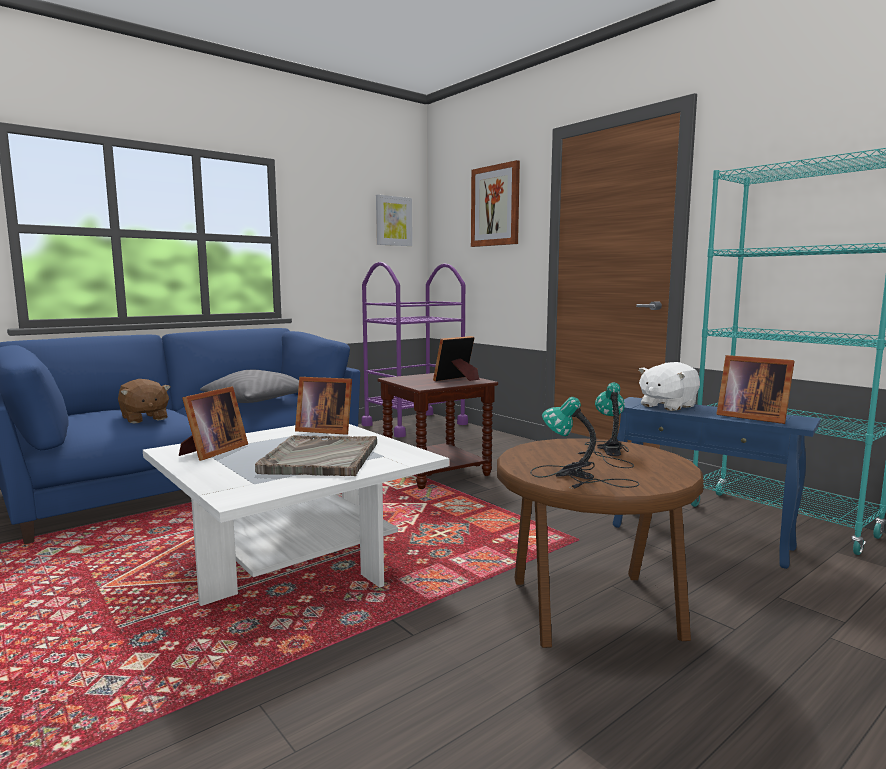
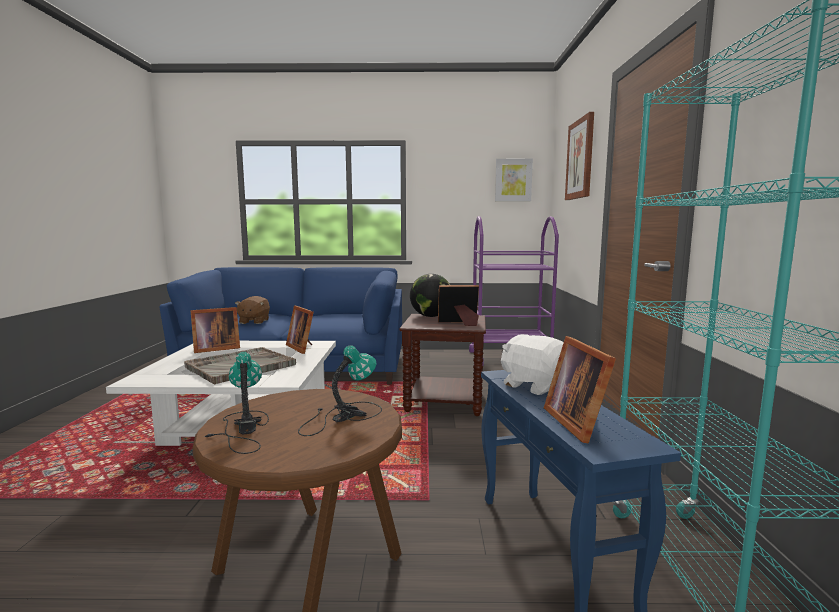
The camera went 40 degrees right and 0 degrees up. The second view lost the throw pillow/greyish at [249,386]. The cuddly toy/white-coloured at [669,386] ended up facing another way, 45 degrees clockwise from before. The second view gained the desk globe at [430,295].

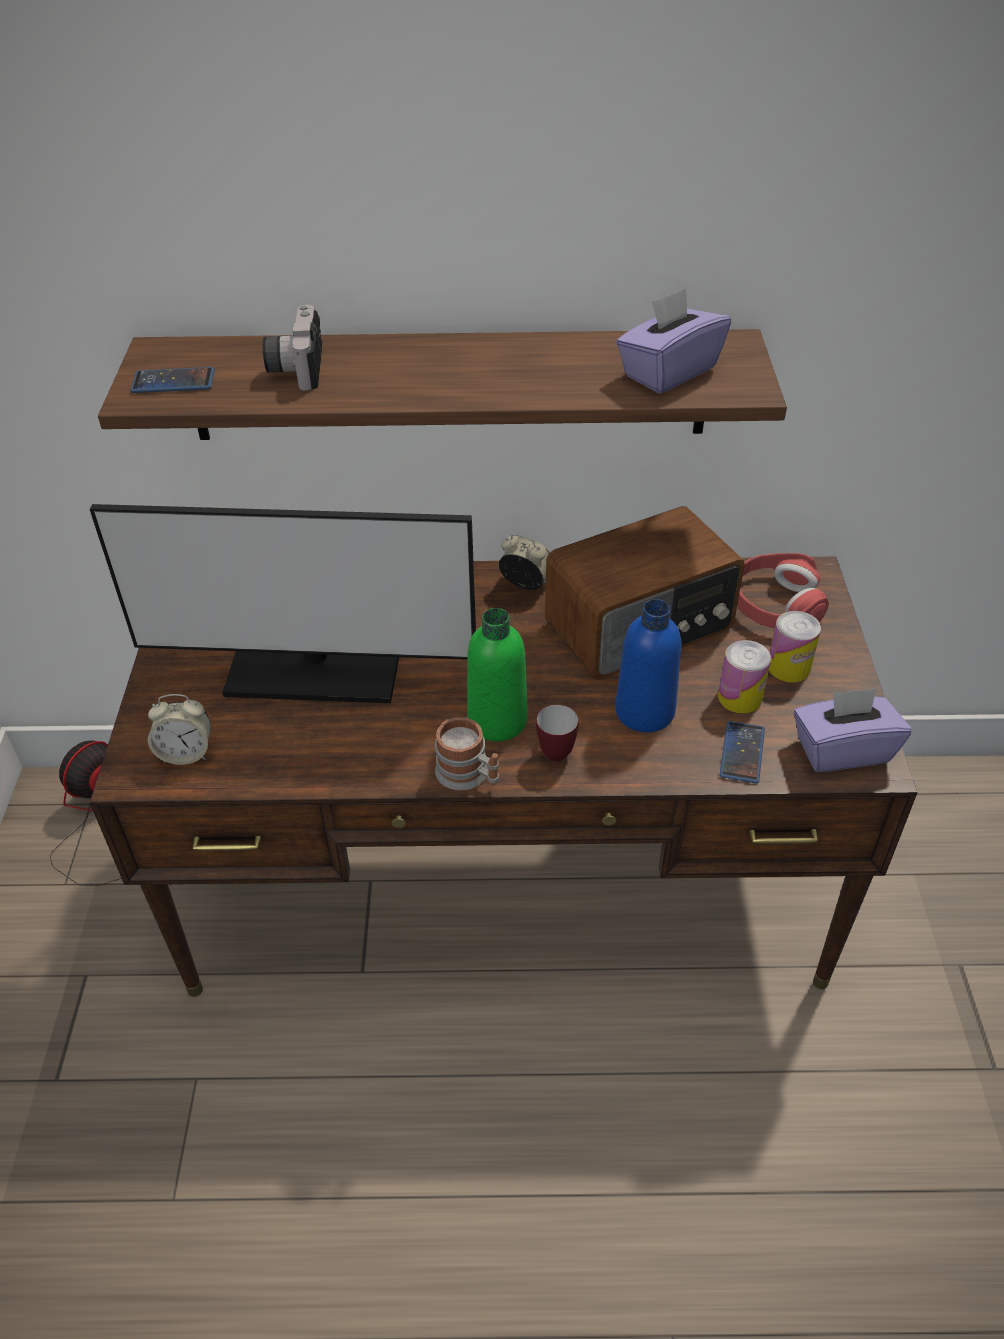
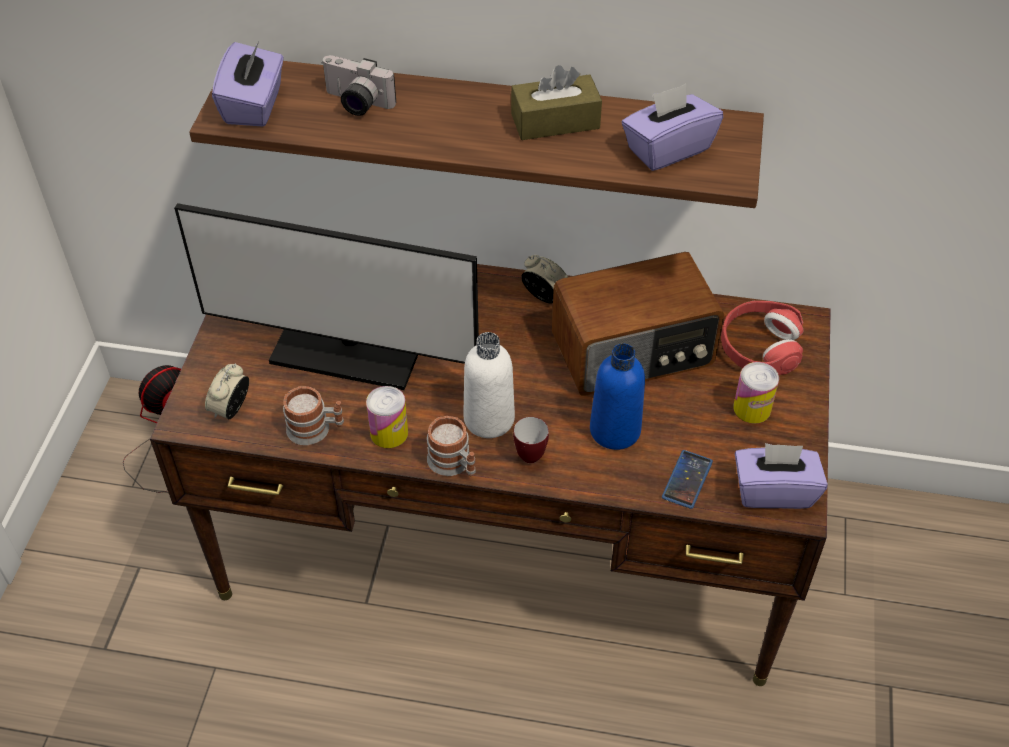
The camera went 10 degrees right and 5 degrees up. Where the telephone stood at [172,380], the tissue holder/purple came to stand at [248,84]. The table clock at [179,729] ended up facing another way, 105 degrees clockwise from before. The still camera at [292,348] ended up facing another way, 75 degrees counterclockwise from before. What was the beverage bottle/green-coloured at [497,674] turned into the beverage bottle/white-coloured at [489,385]. The can ended up elsewhere, having gone from [744,677] to [387,417]. The second view gained the coffee mug at [313,415]. The second view gained the tissue holder/brownish at [556,102].

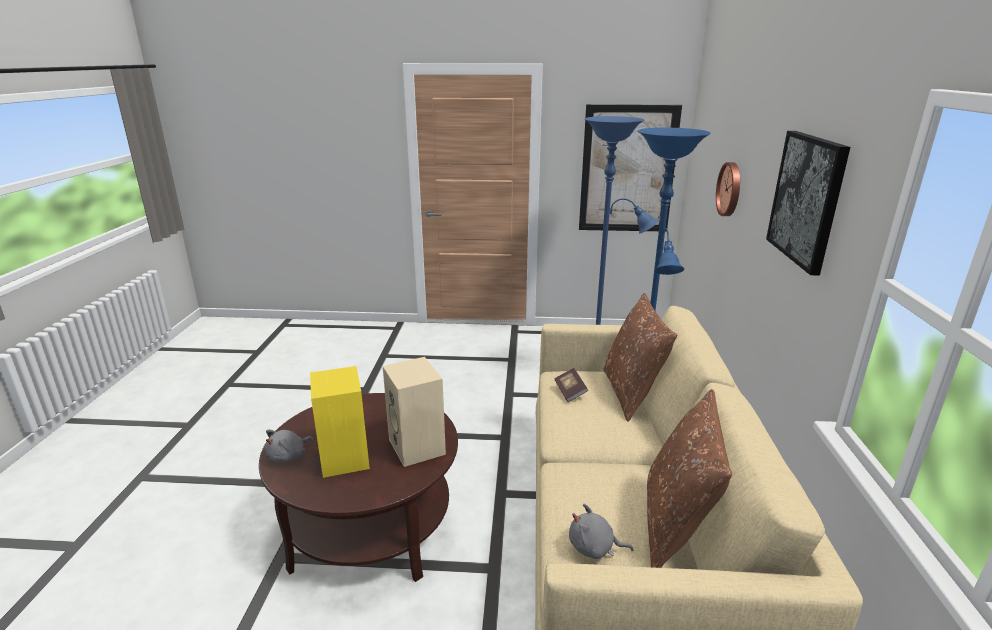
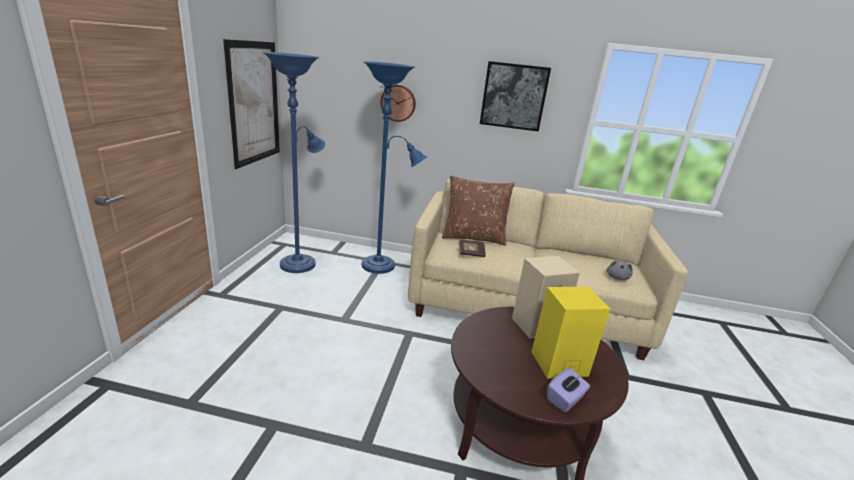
The camera went 85 degrees left and 0 degrees up. Where the cuddly toy/greyish stood at [289,446], the tissue holder/purple came to stand at [568,390]. The second view lost the throw pillow/brownish at [689,478].

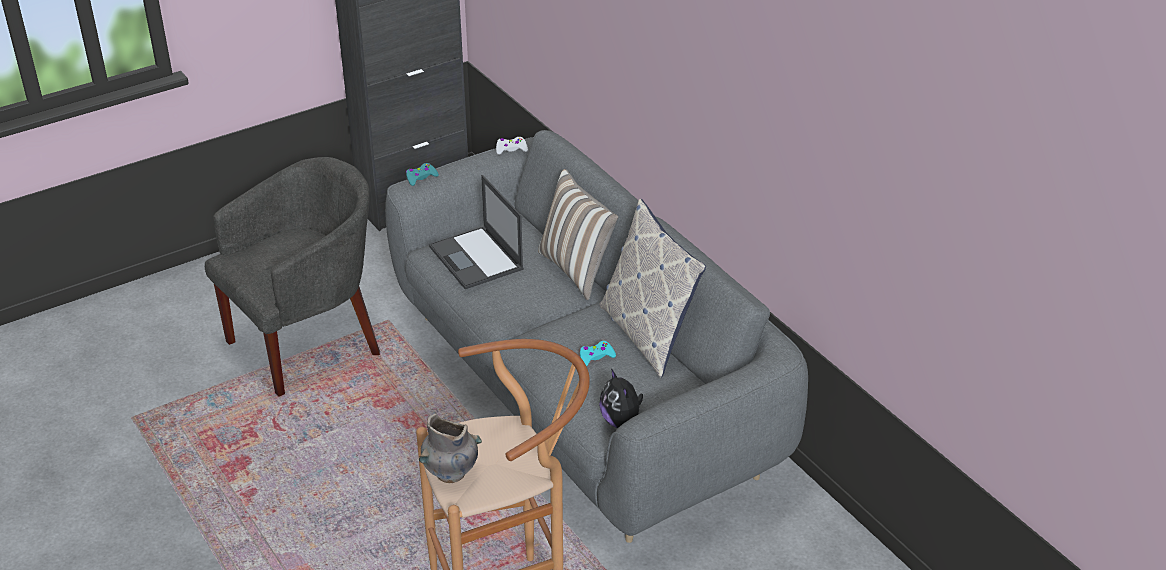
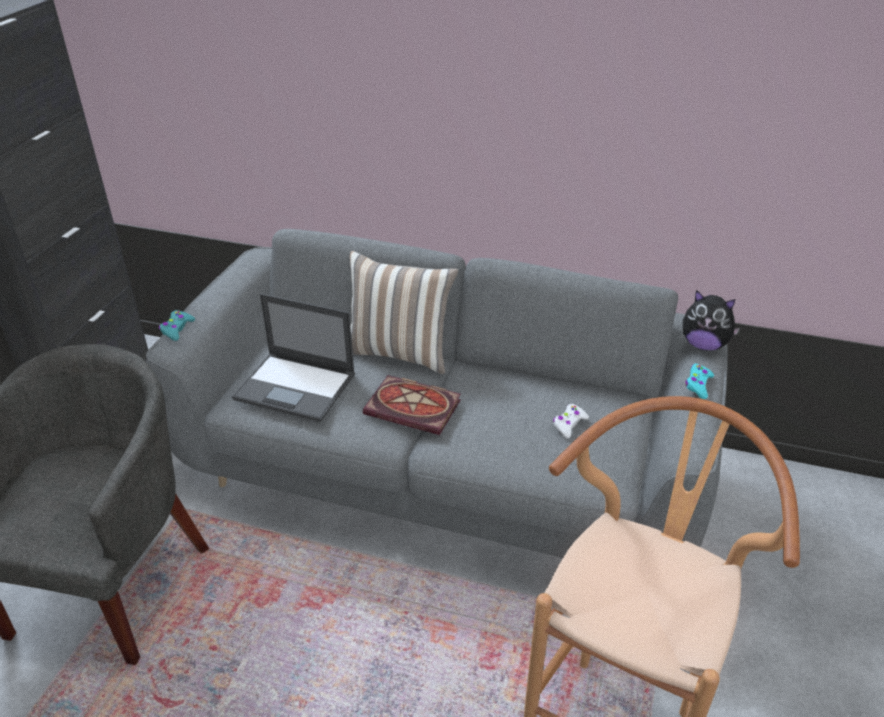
The camera went 40 degrees left and 0 degrees up. The second view lost the vase/greyish at [450,448]. The joypad/white-coloured ended up elsewhere, having gone from [512,146] to [571,421]. The joypad/turquoise-coloured ended up elsewhere, having gone from [598,353] to [699,381]. The second view lost the throw pillow at [652,288]. The cuddly toy ended up elsewhere, having gone from [621,398] to [711,320]. The second view gained the volume at [412,405].

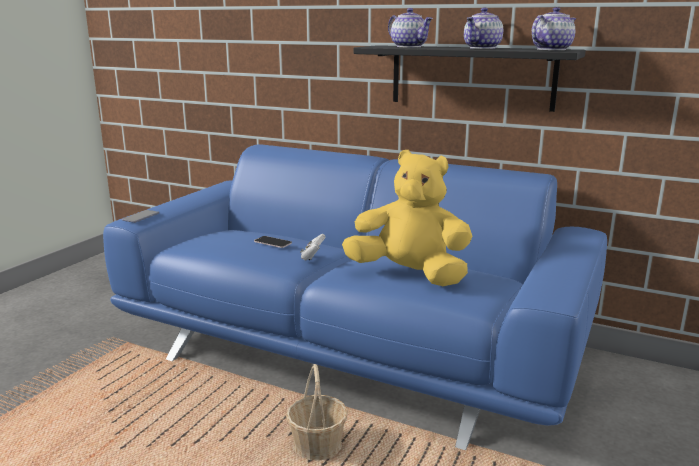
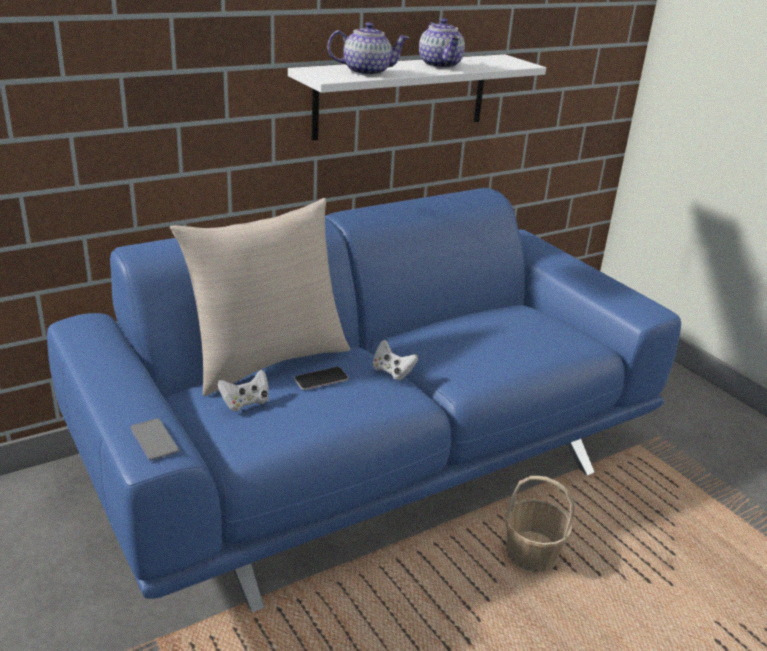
The camera went 60 degrees left and 10 degrees up. The second view lost the cuddly toy/yellowish at [407,218]. What was the shelf/black at [470,78] turned into the shelf/white-coloured at [417,97]. The second view lost the pot for tea at [554,28]. The second view gained the throw pillow/beige at [260,297]. The second view gained the joypad/white-coloured at [243,390].

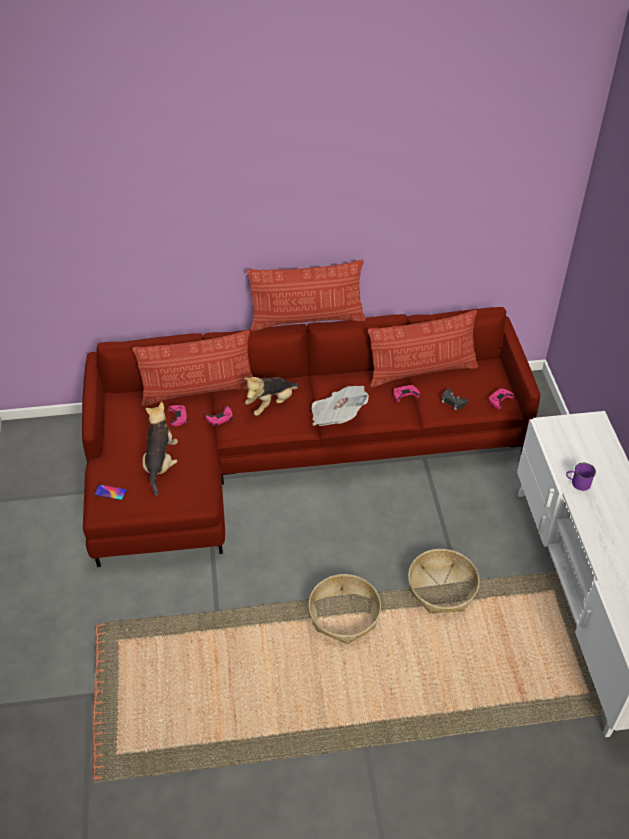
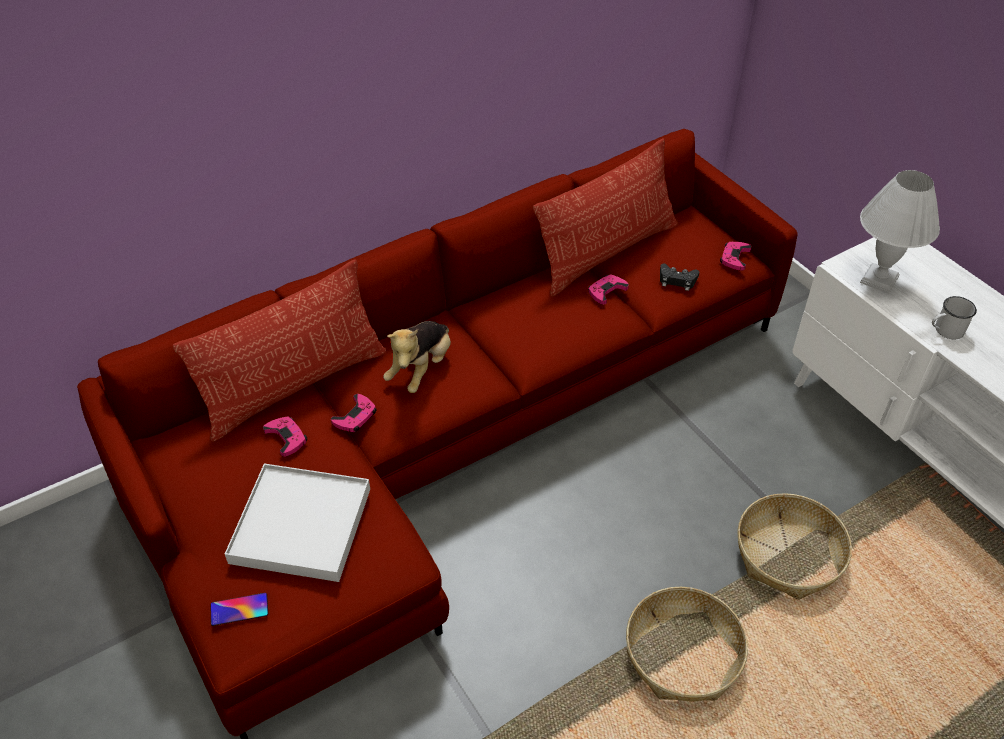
The camera went 25 degrees left and 0 degrees up. Where the cuddly toy stood at [160,449], the carrying tray/white-coloured came to stand at [297,523]. The second view lost the throw pillow at [306,295]. The second view lost the printed paper at [340,406]. What was the coffee mug/purple at [581,477] turned into the coffee mug/white-coloured at [954,317]. The second view gained the table lamp/white-coloured at [900,232].

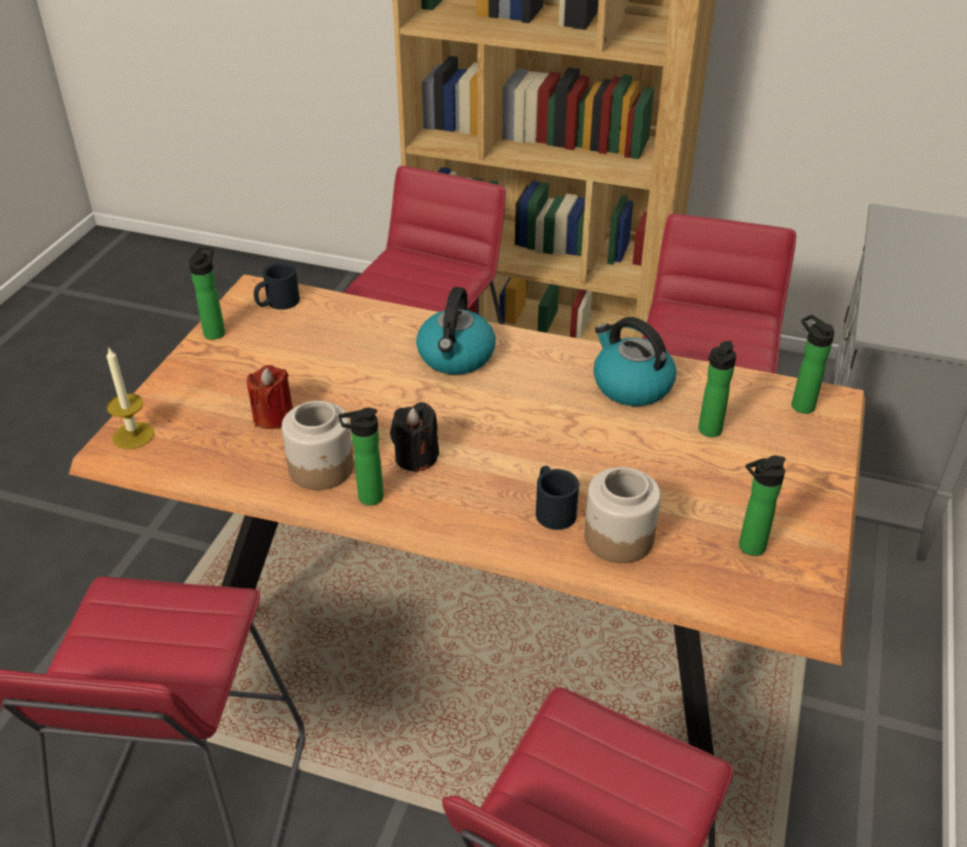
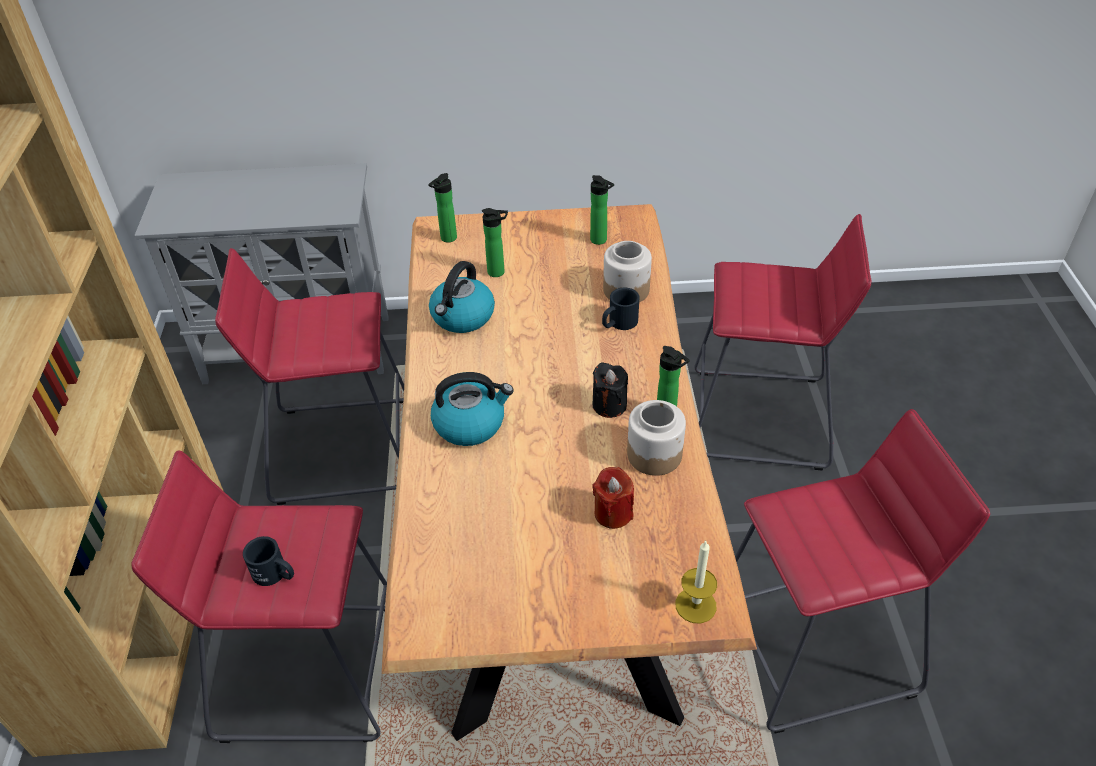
The camera went 110 degrees left and 5 degrees up. The second view lost the beverage bottle at [207,293]. The coffee mug/black ended up elsewhere, having gone from [277,286] to [268,561].

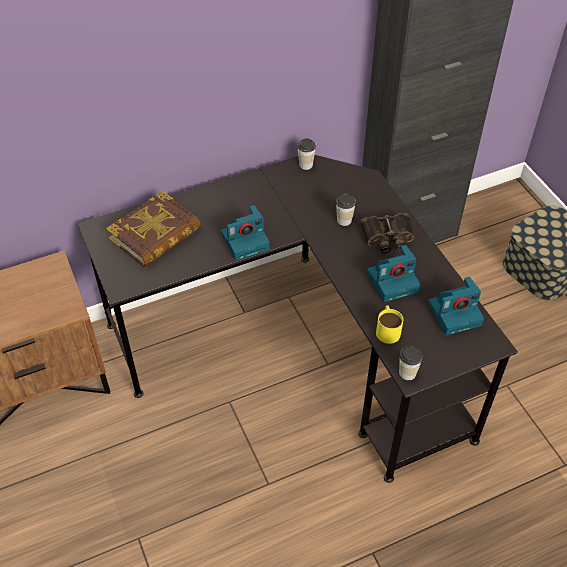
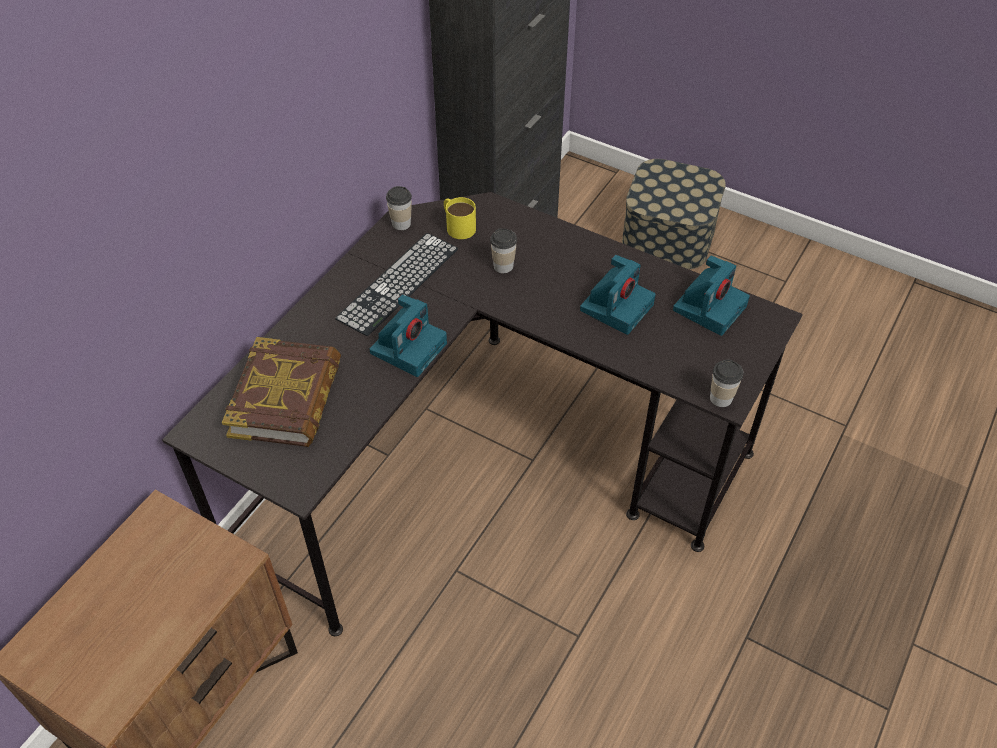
The camera went 35 degrees left and 0 degrees up. The second view lost the pair of binoculars at [387,233]. The coffee mug/yellowish ended up elsewhere, having gone from [389,324] to [460,218]. The second view gained the PC keyboard at [396,284].

